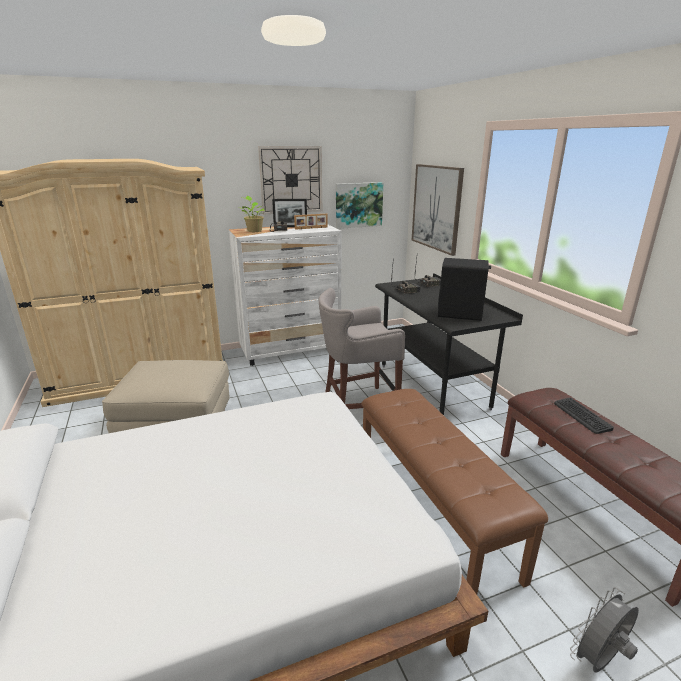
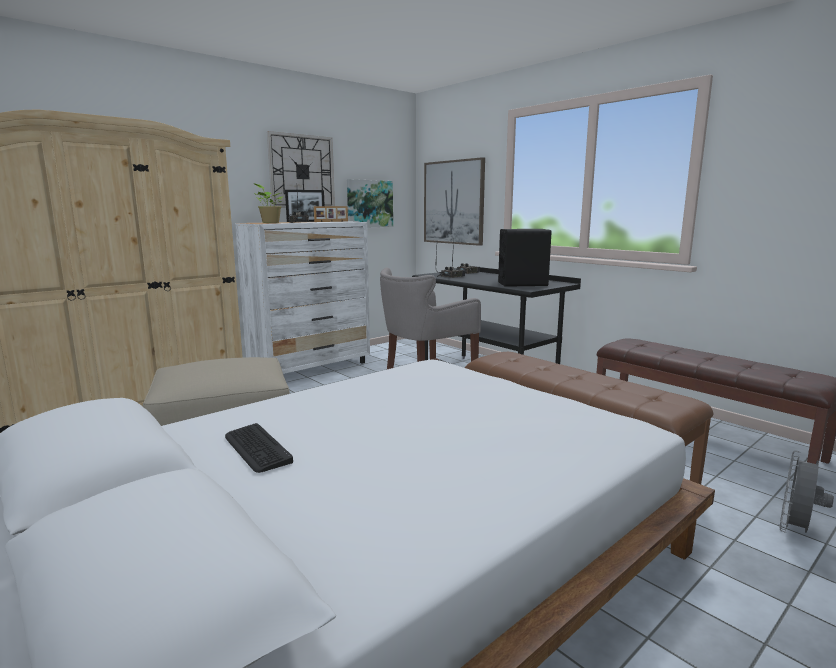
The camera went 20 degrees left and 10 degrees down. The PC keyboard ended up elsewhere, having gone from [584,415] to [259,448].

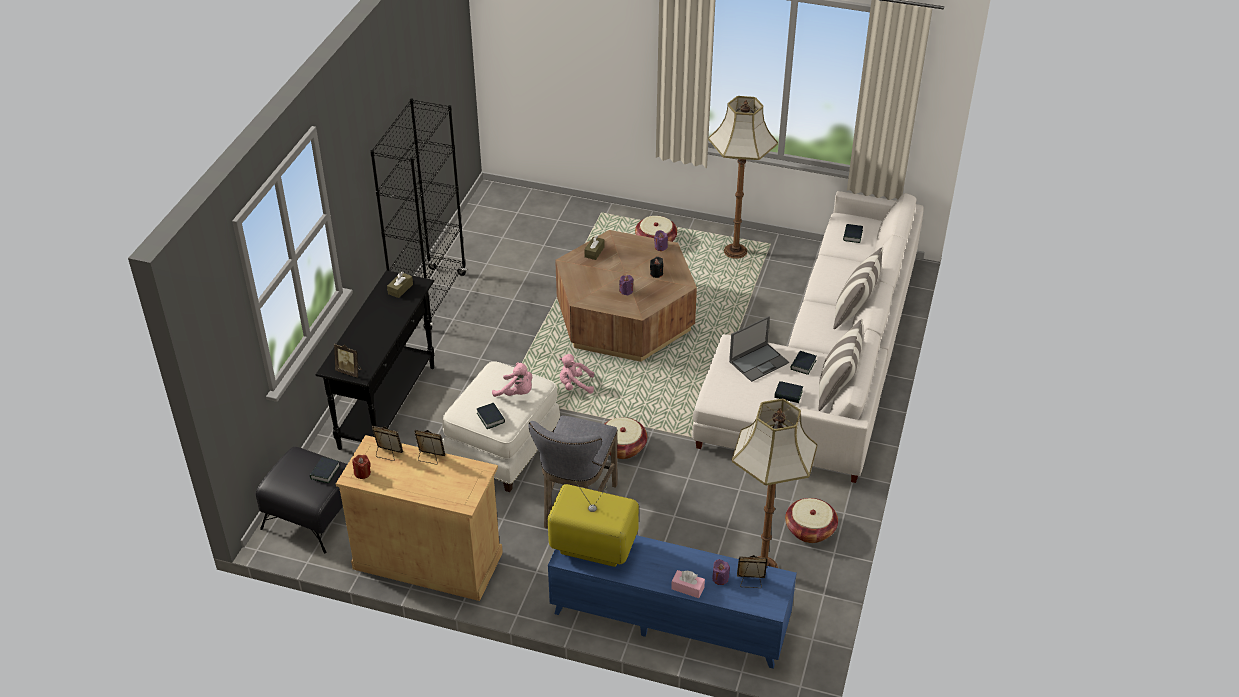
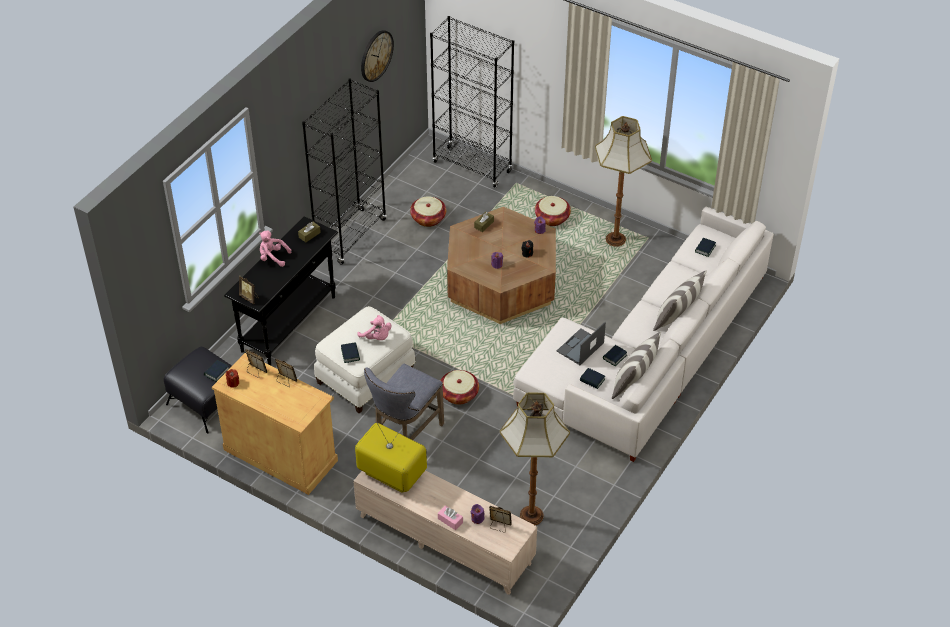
The camera went 15 degrees right and 5 degrees up. What was the tv unit/blue at [672,602] turned into the tv unit/beige at [445,532]. The cuddly toy/pink-coloured ended up elsewhere, having gone from [577,373] to [275,249]. The notebook computer at [759,349] ended up facing another way, 150 degrees clockwise from before. The household basket ended up elsewhere, having gone from [811,520] to [428,211]. The second view gained the hanging clock at [377,56]. The second view gained the shelving unit/black at [472,102].

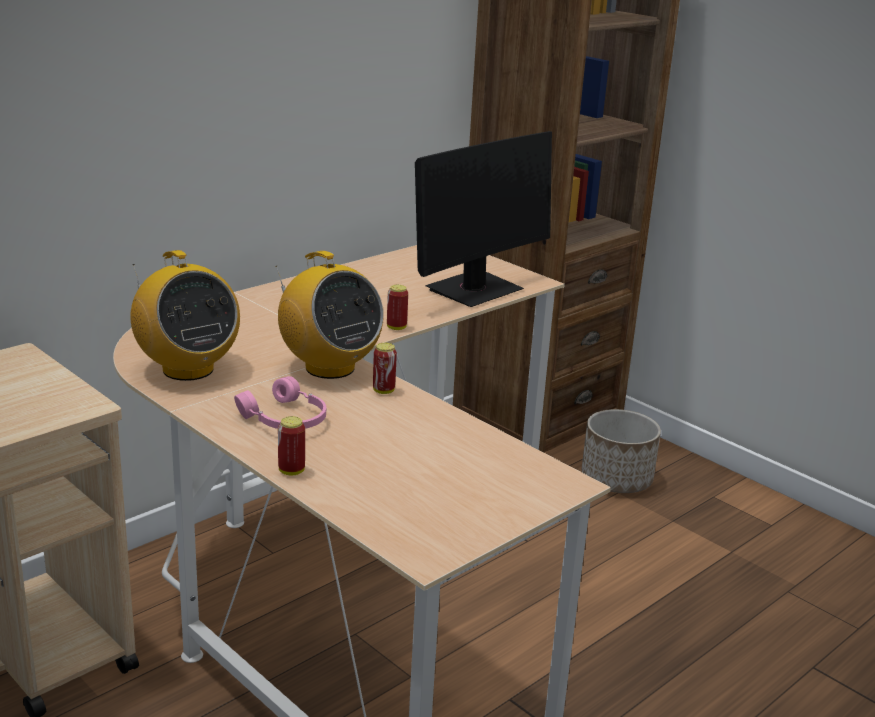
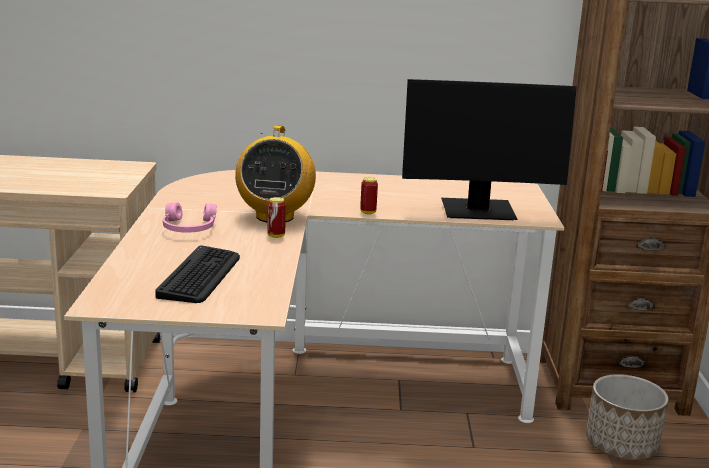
The camera went 45 degrees right and 5 degrees down. The second view lost the radio receiver at [185,315]. The second view lost the can at [291,446]. The second view gained the PC keyboard at [197,274].

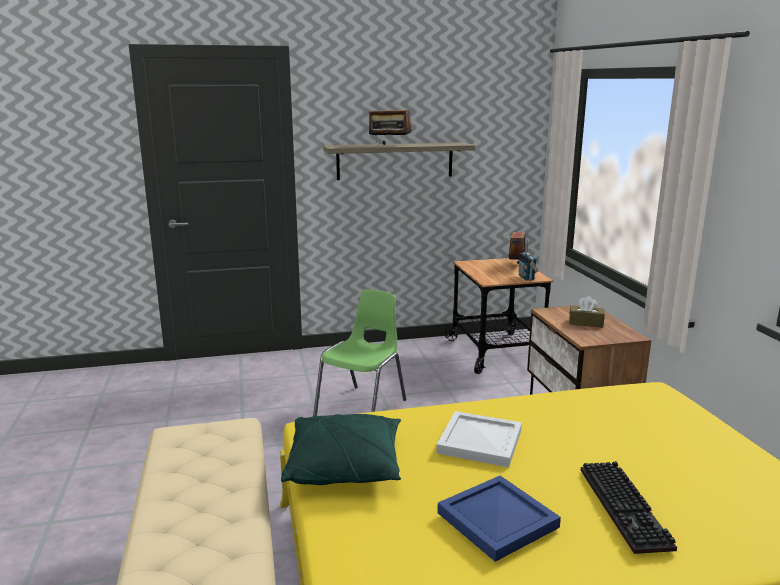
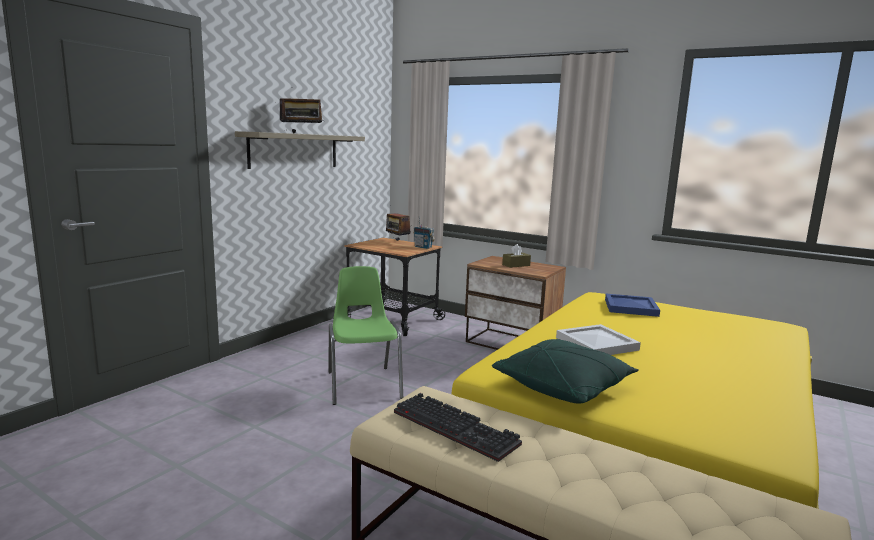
The camera went 45 degrees left and 5 degrees down. The carrying tray/blue ended up elsewhere, having gone from [499,519] to [632,305]. The PC keyboard ended up elsewhere, having gone from [629,507] to [458,427].

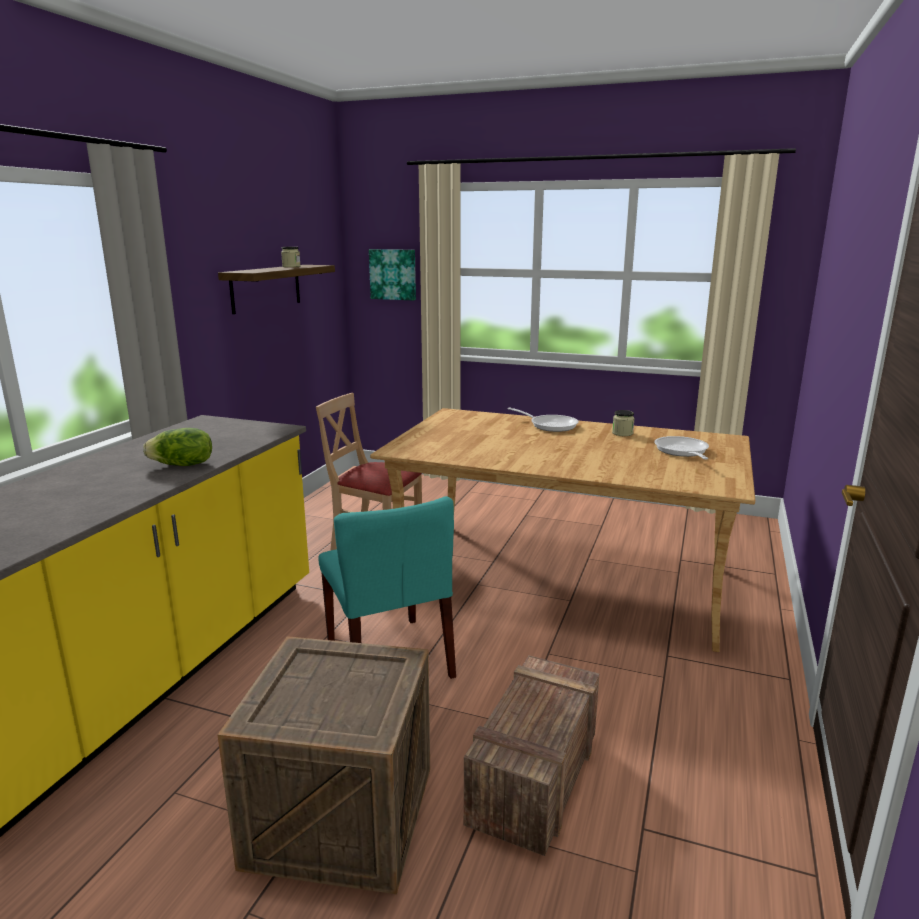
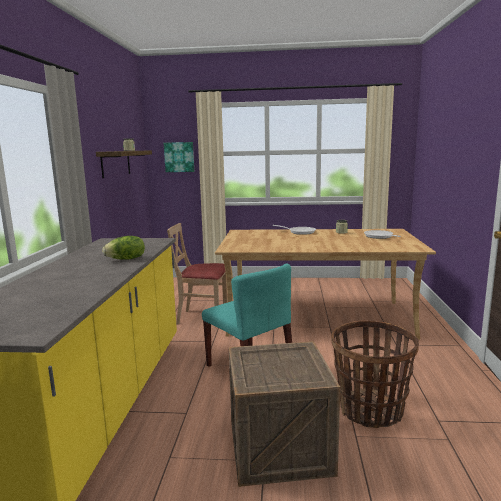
The camera went 15 degrees left and 5 degrees down. Where the crate stood at [531,755], the household basket came to stand at [375,374].

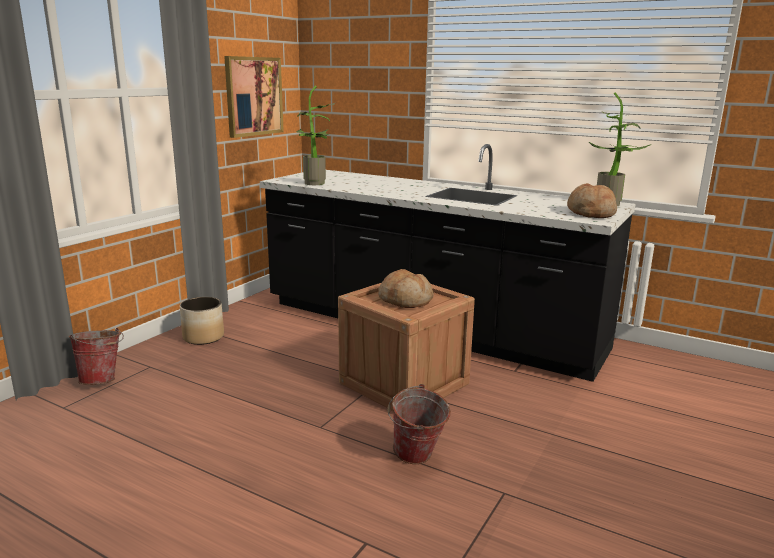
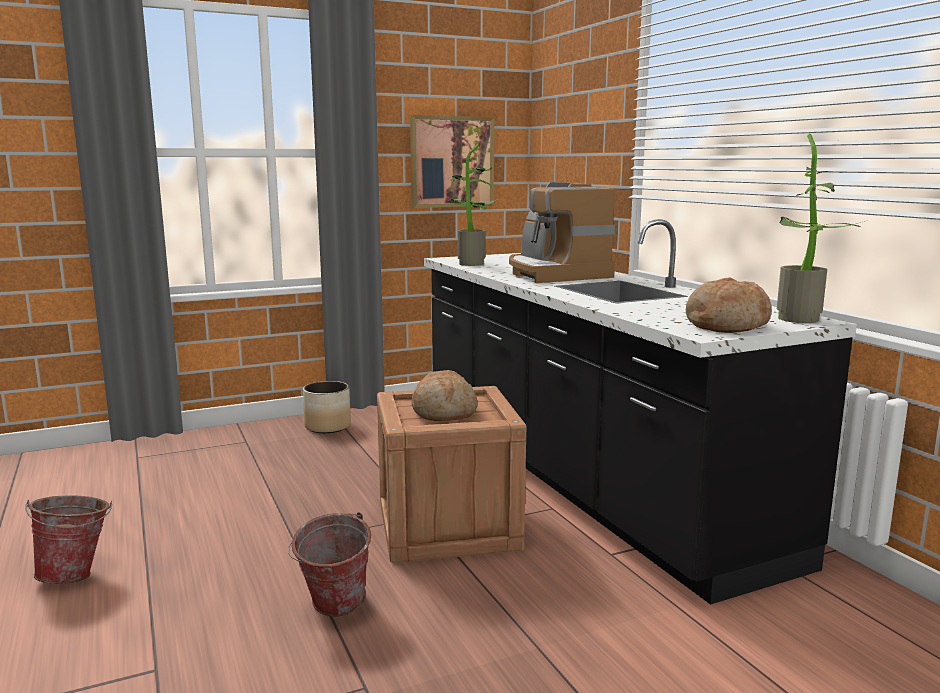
The camera went 35 degrees right and 5 degrees down. The water bucket ended up elsewhere, having gone from [96,356] to [69,539]. The second view gained the coffee brewer at [562,232].

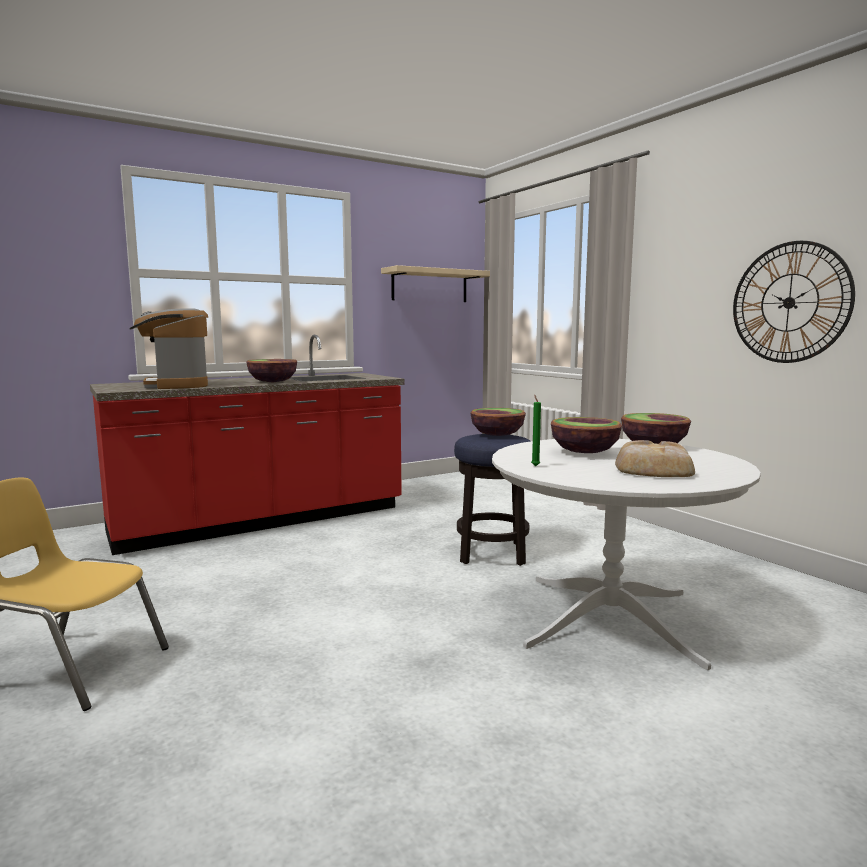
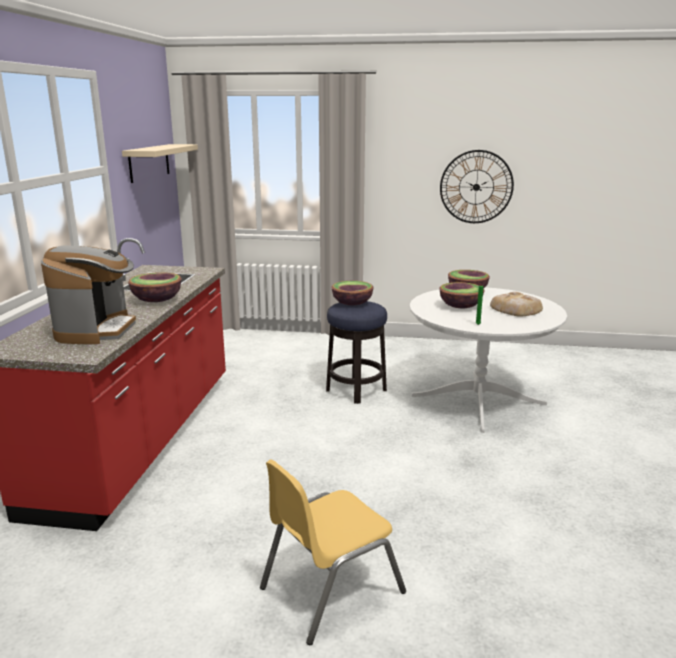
The camera went 50 degrees left and 10 degrees up. The coffee brewer at [169,348] ended up facing another way, 105 degrees counterclockwise from before.

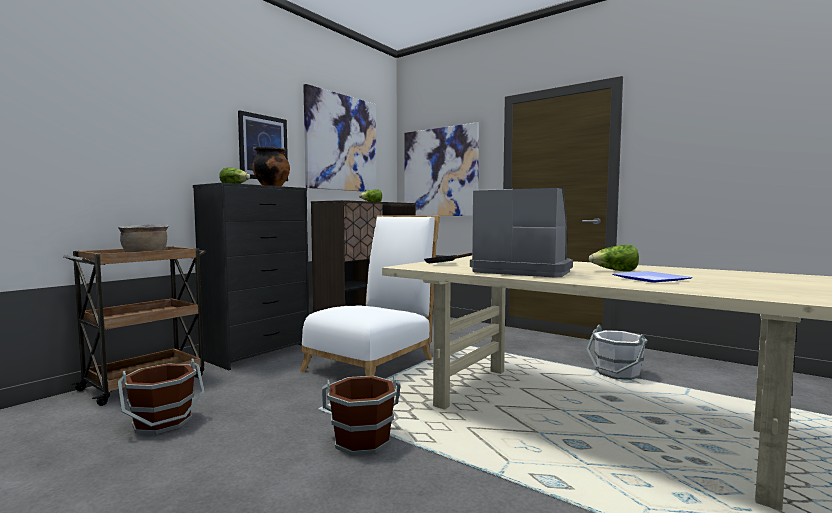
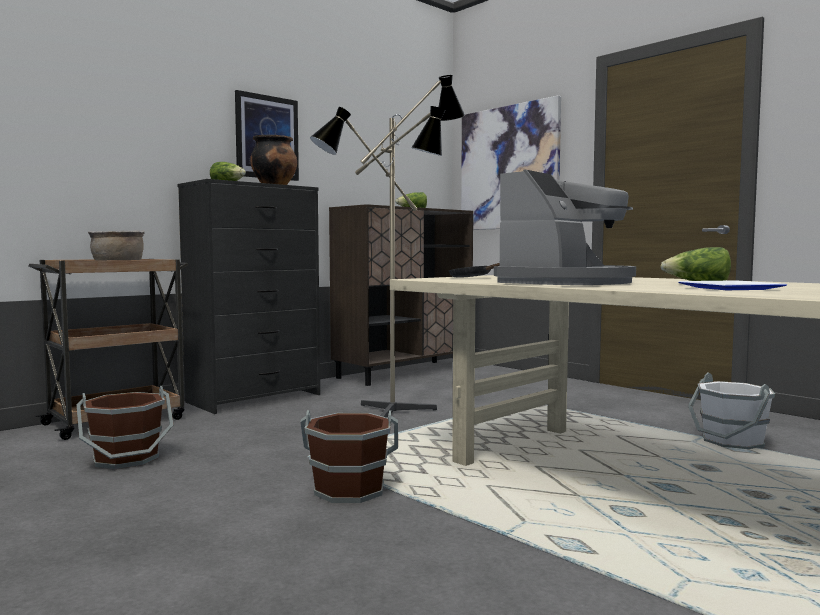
The camera went 10 degrees right and 0 degrees up. Where the upright chair/white-coloured stood at [370,295], the floor lamp came to stand at [387,246]. The second view lost the wall picture at [340,138]. The coffee brewer at [521,232] ended up facing another way, 90 degrees clockwise from before.

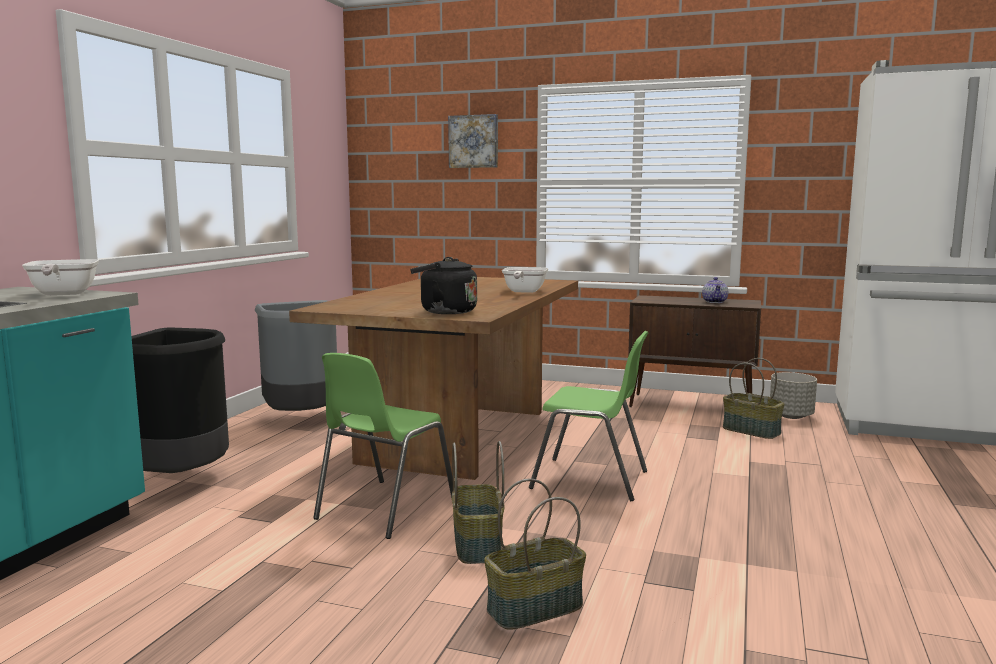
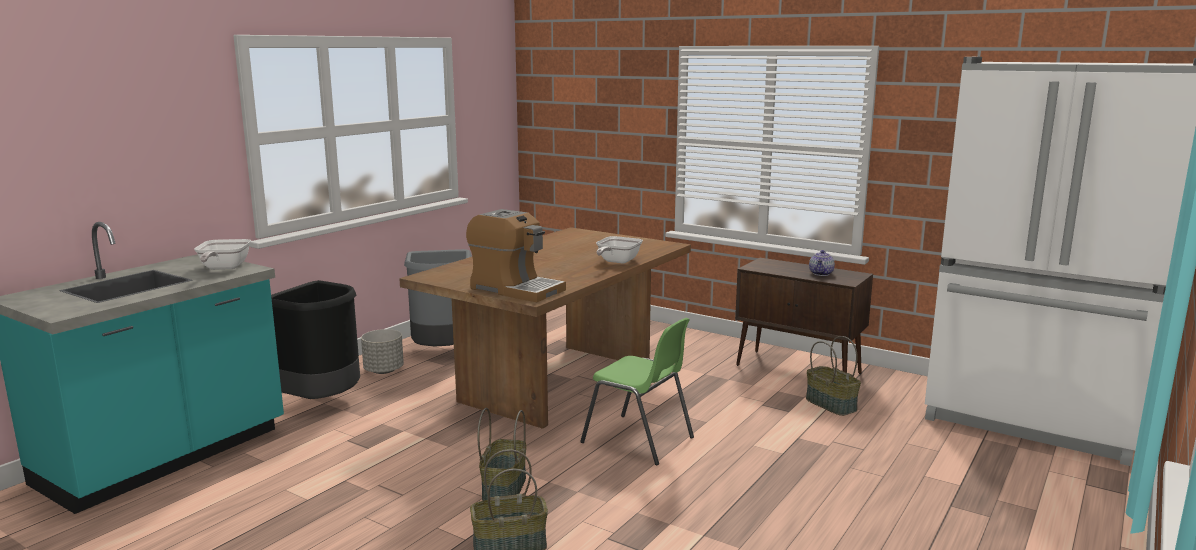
The camera went 15 degrees right and 5 degrees up. The second view lost the upright chair/green-coloured at [383,446]. Where the kettle/black stood at [443,285], the coffee brewer came to stand at [516,255]. The second view lost the wall picture at [473,141]. The planter/greyish ended up elsewhere, having gone from [793,395] to [382,351].

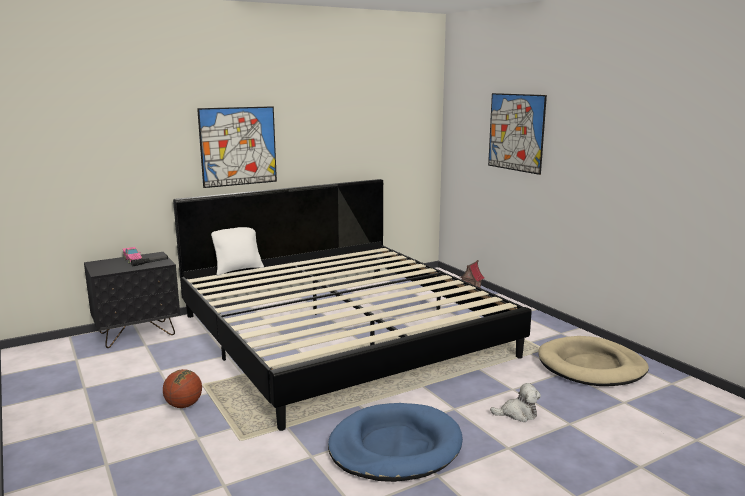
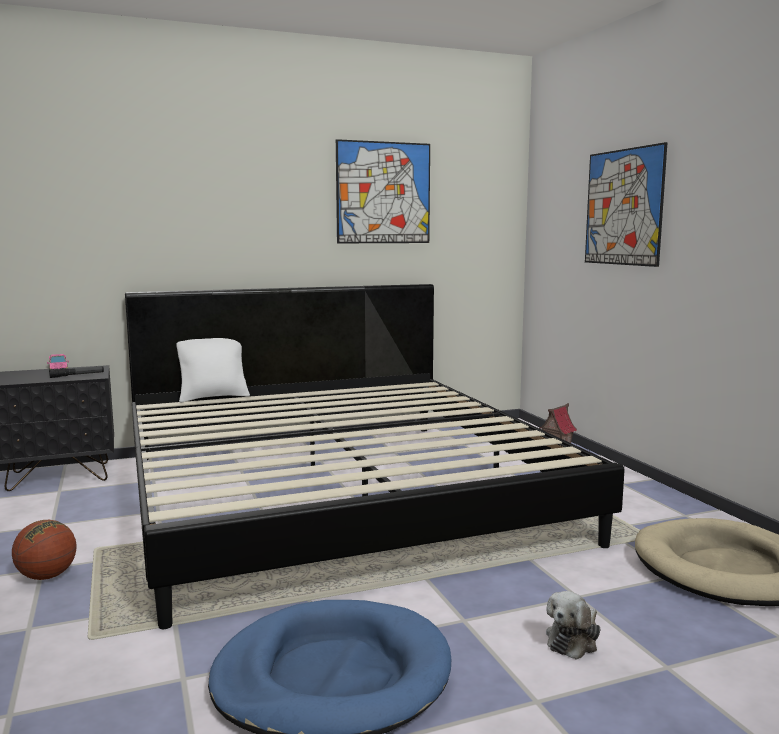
The camera went 10 degrees right and 5 degrees down. The wall picture ended up elsewhere, having gone from [237,147] to [383,191]. The cuddly toy at [515,402] ended up facing another way, 120 degrees clockwise from before.

